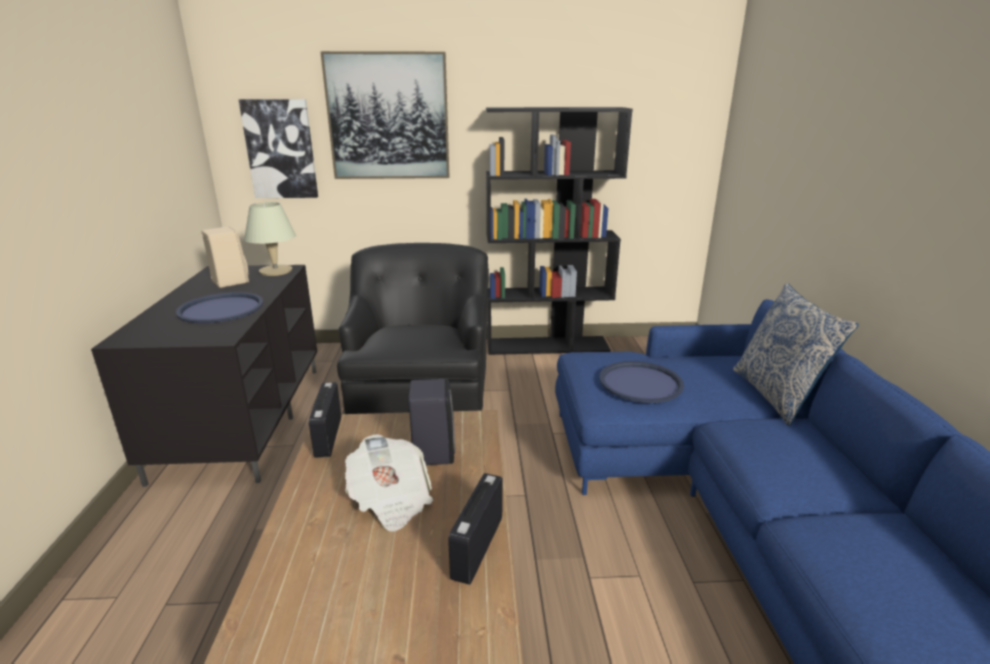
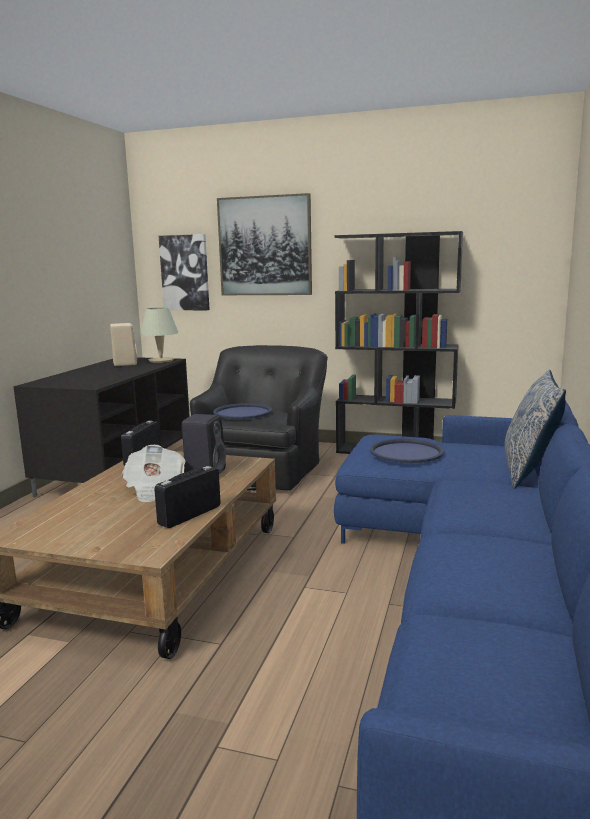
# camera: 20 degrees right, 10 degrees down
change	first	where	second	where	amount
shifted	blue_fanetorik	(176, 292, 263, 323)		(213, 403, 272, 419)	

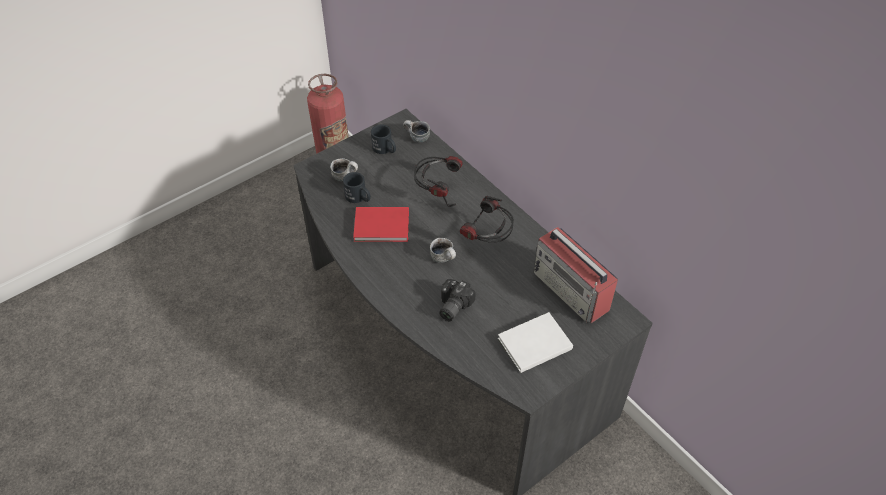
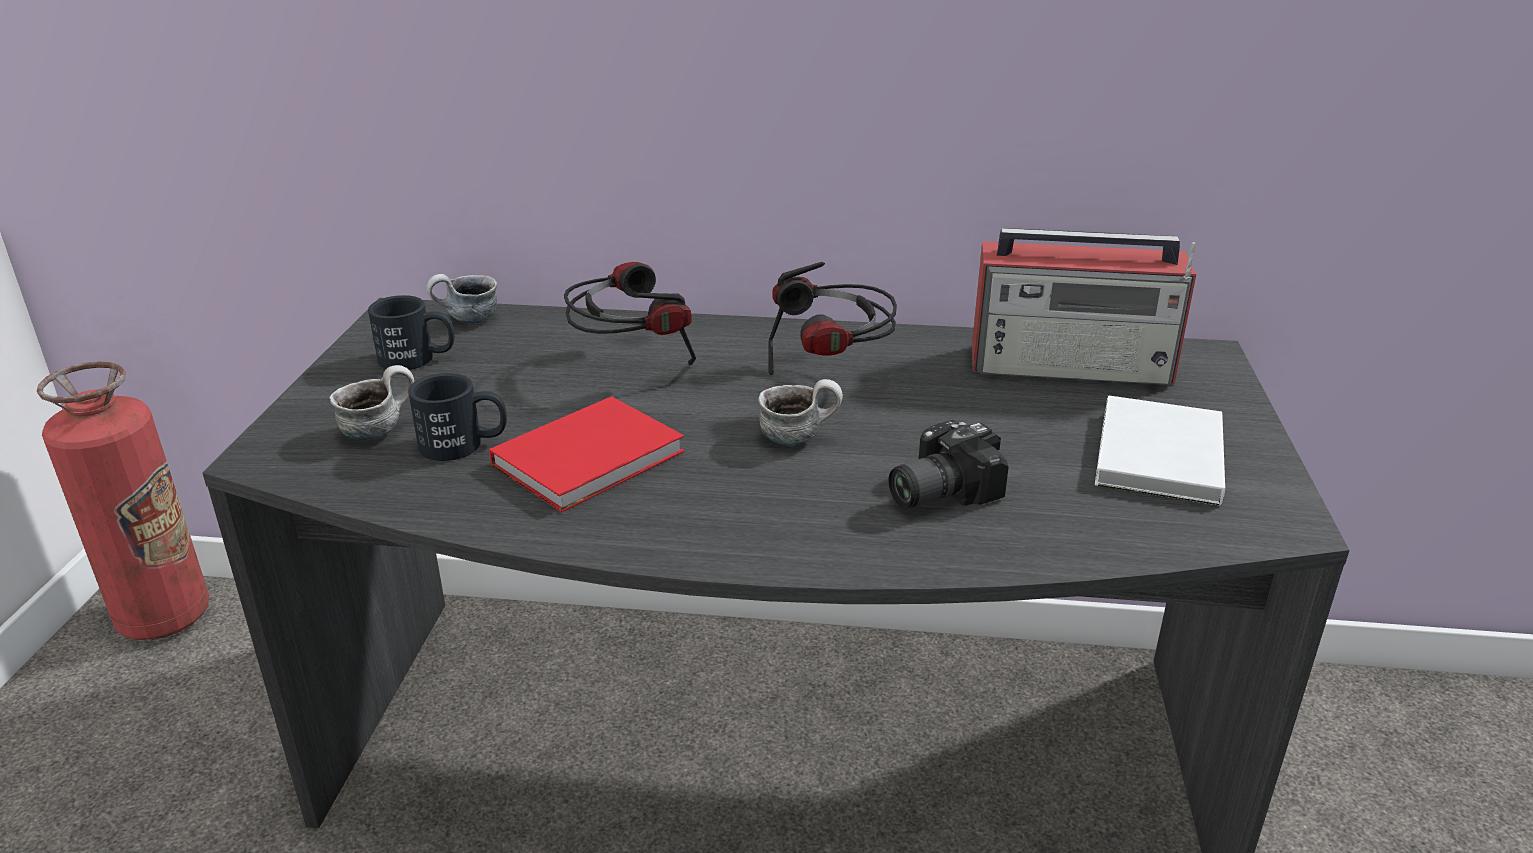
# camera: 45 degrees left, 20 degrees down
change	first	where	second	where	amount
rotated	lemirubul	(439, 279, 476, 321)		(888, 420, 1009, 508)	75 degrees clockwise

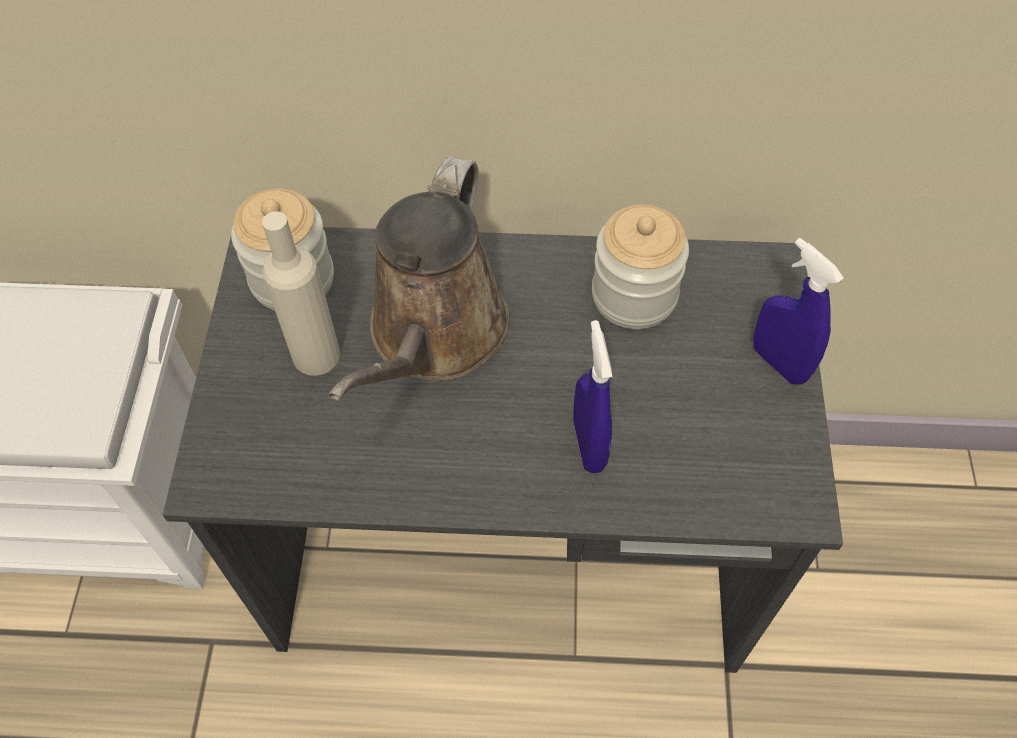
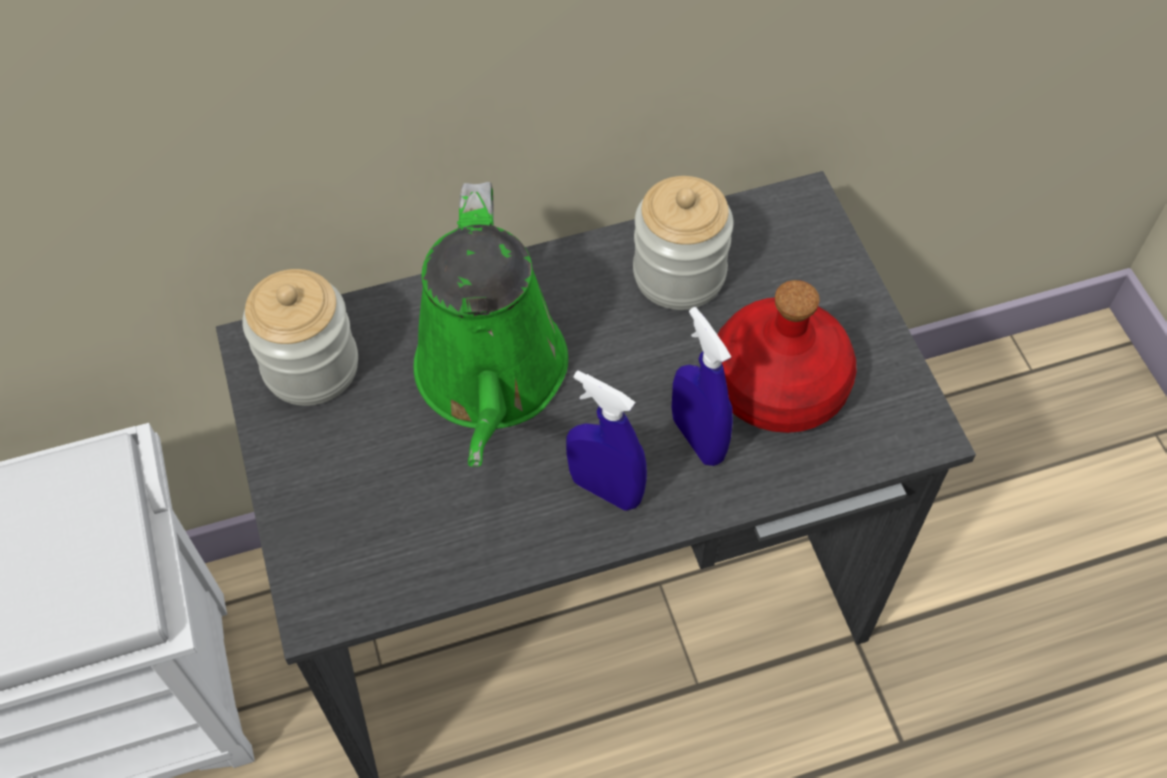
# camera: 20 degrees left, 0 degrees up
change	first	where	second	where	amount
repainted	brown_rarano	(328, 156, 510, 401)	green_rarano	(414, 182, 568, 467)	
shifted	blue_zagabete	(753, 238, 844, 384)		(566, 370, 647, 511)	
new			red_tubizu	(717, 280, 856, 433)	
gone	beige_tubizu	(262, 211, 340, 376)			

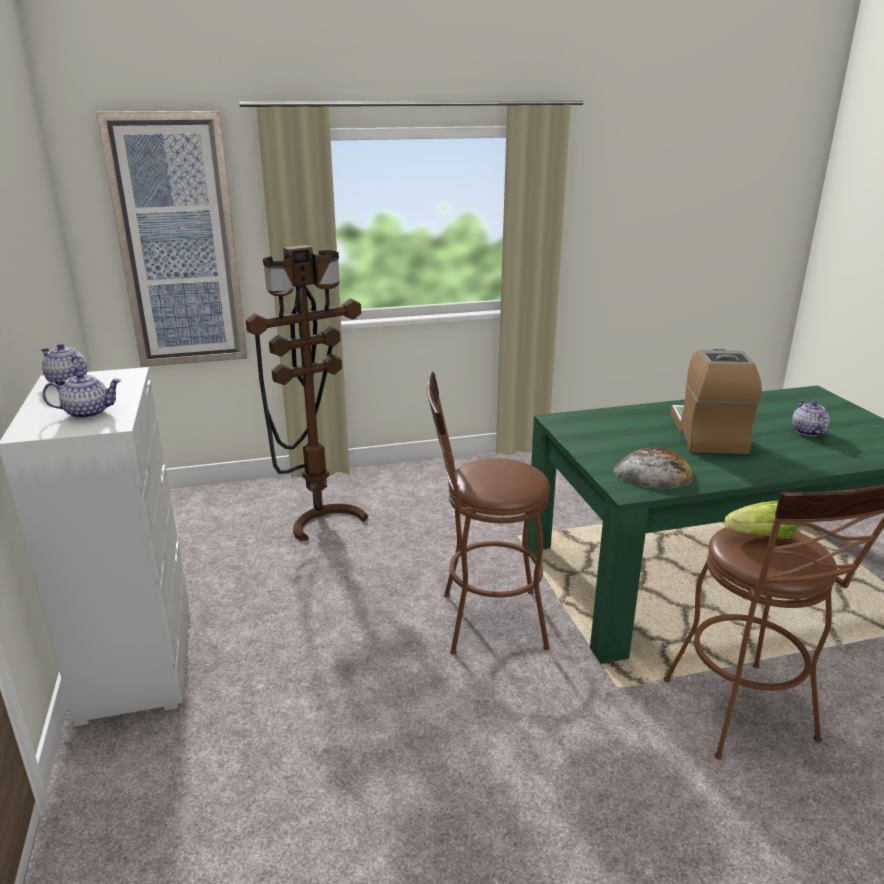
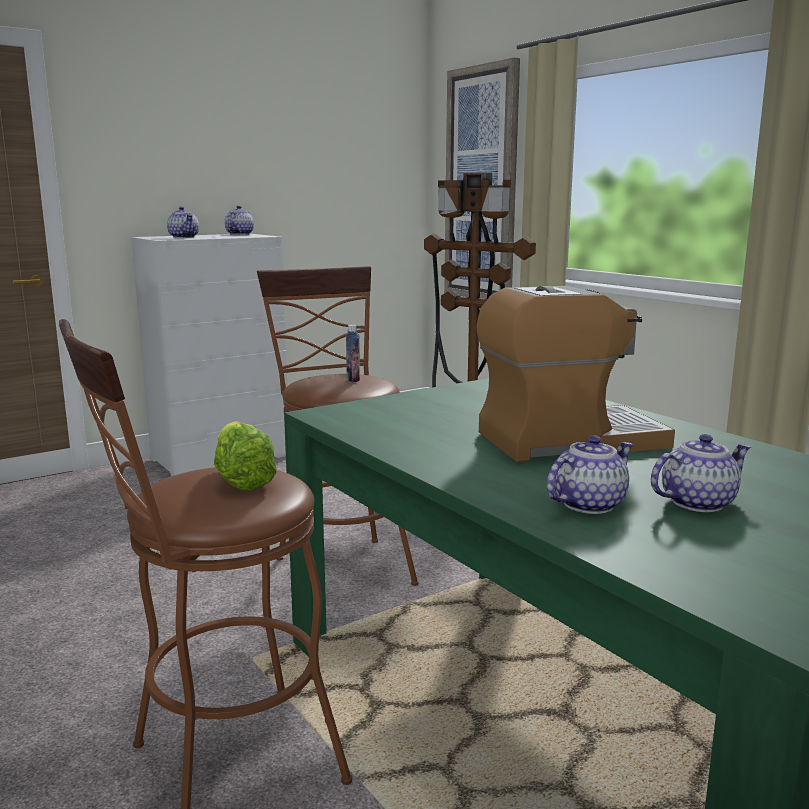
# camera: 70 degrees right, 10 degrees down
change	first	where	second	where	amount
new			tubizu	(346, 324, 360, 382)	
new			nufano	(547, 435, 633, 514)	
gone	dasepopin	(614, 447, 693, 489)			

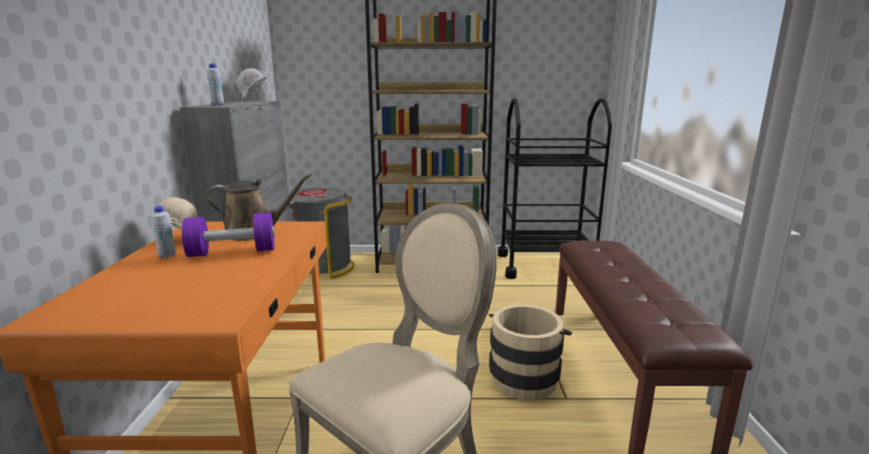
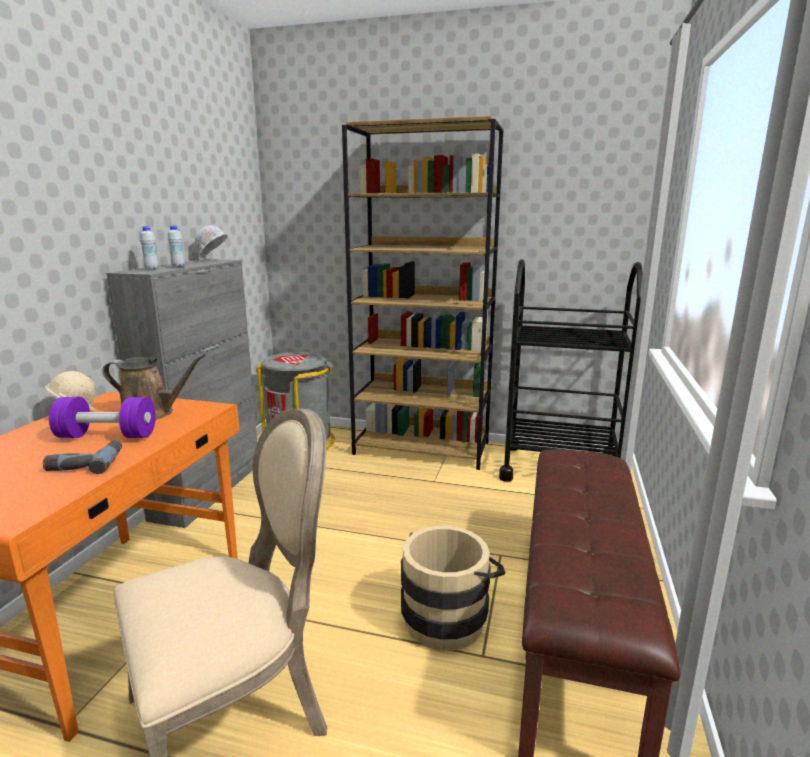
# camera: 15 degrees right, 0 degrees up
change	first	where	second	where	amount
new			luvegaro	(43, 440, 122, 474)	
shifted	white_tubizu	(151, 206, 176, 258)		(168, 225, 185, 267)	

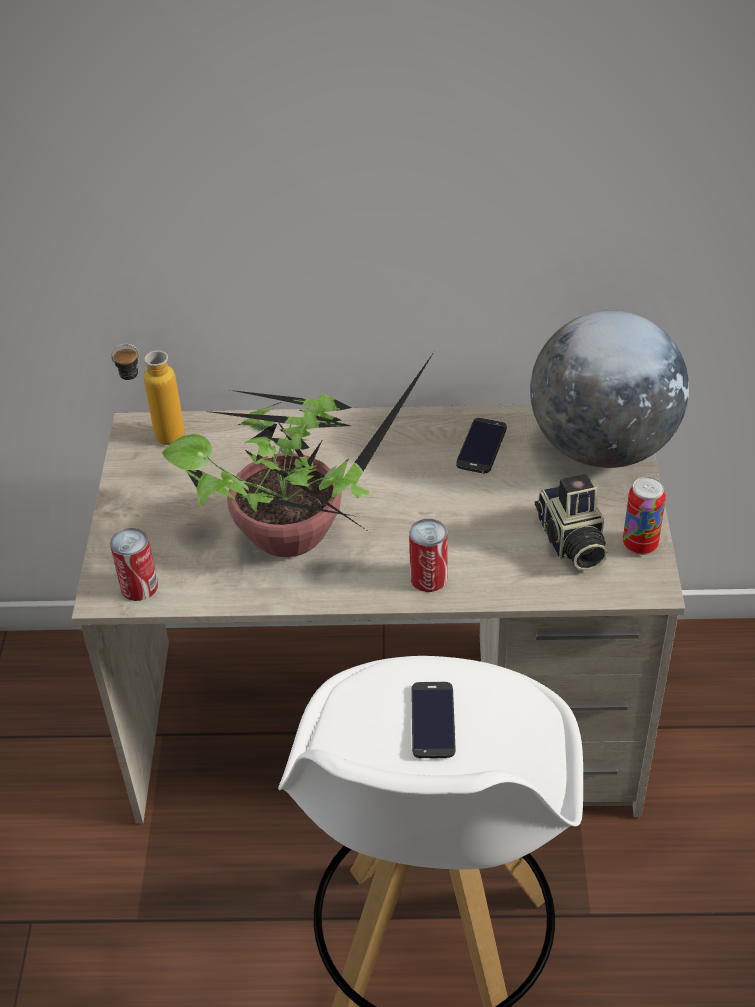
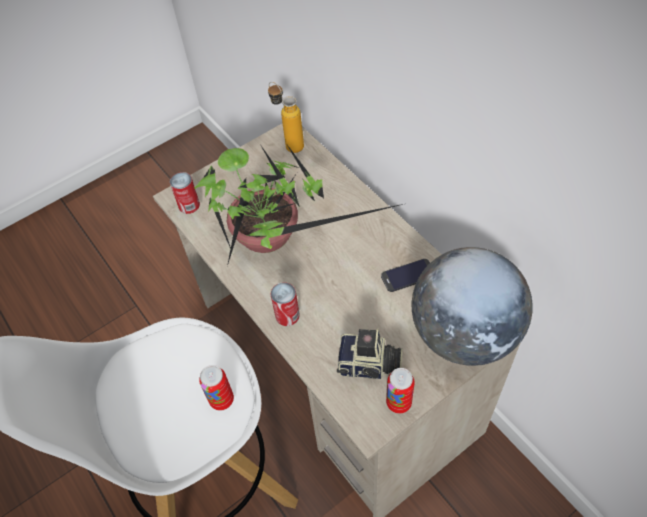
# camera: 55 degrees right, 10 degrees up
change	first	where	second	where	amount
new			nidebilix	(199, 365, 234, 411)	
rotated	lemirubul	(535, 474, 608, 571)		(337, 328, 403, 379)	120 degrees counterclockwise
gone	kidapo	(411, 682, 455, 758)			

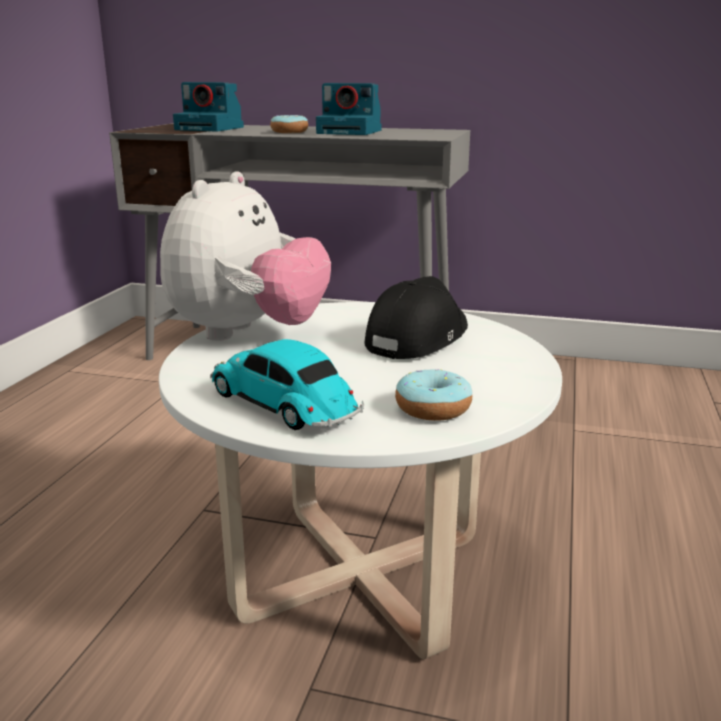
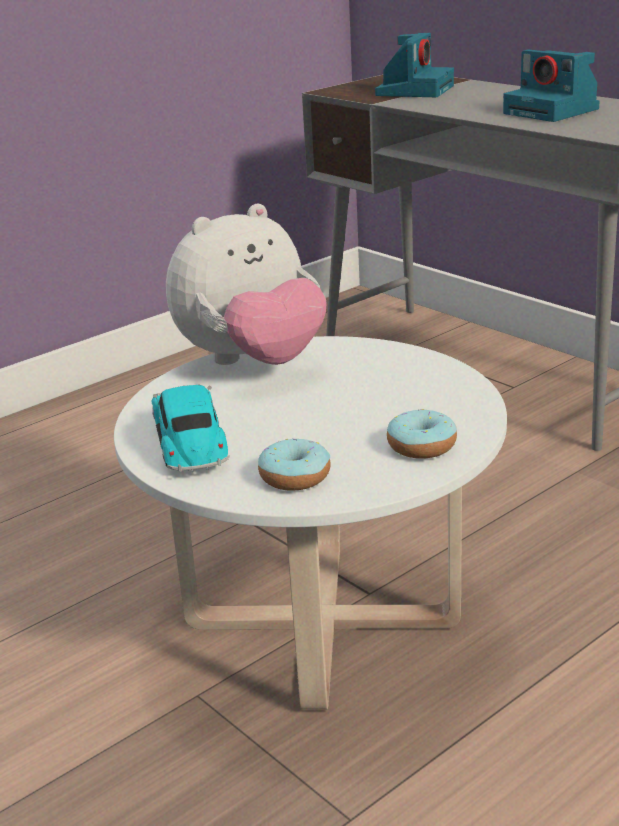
# camera: 35 degrees right, 5 degrees up
change	first	where	second	where	amount
rotated	lemirubul	(173, 82, 244, 131)		(375, 33, 454, 97)	120 degrees counterclockwise
shifted	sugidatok	(270, 115, 308, 133)		(387, 409, 457, 459)	
gone	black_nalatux	(364, 276, 468, 359)			

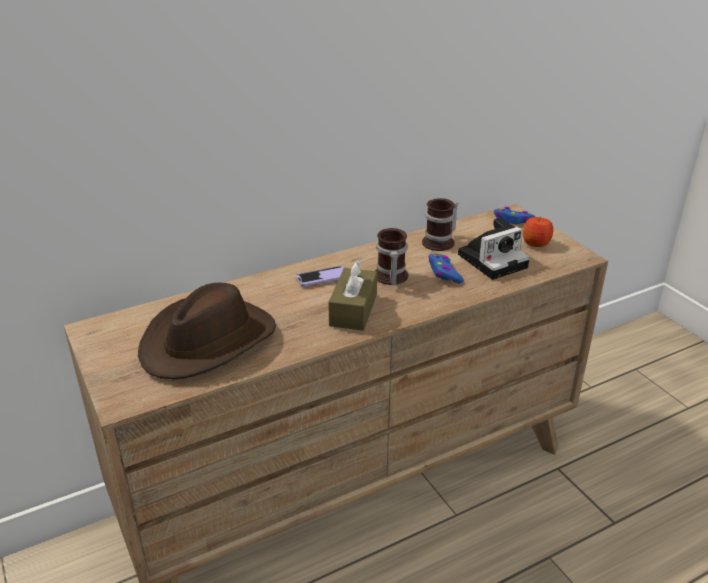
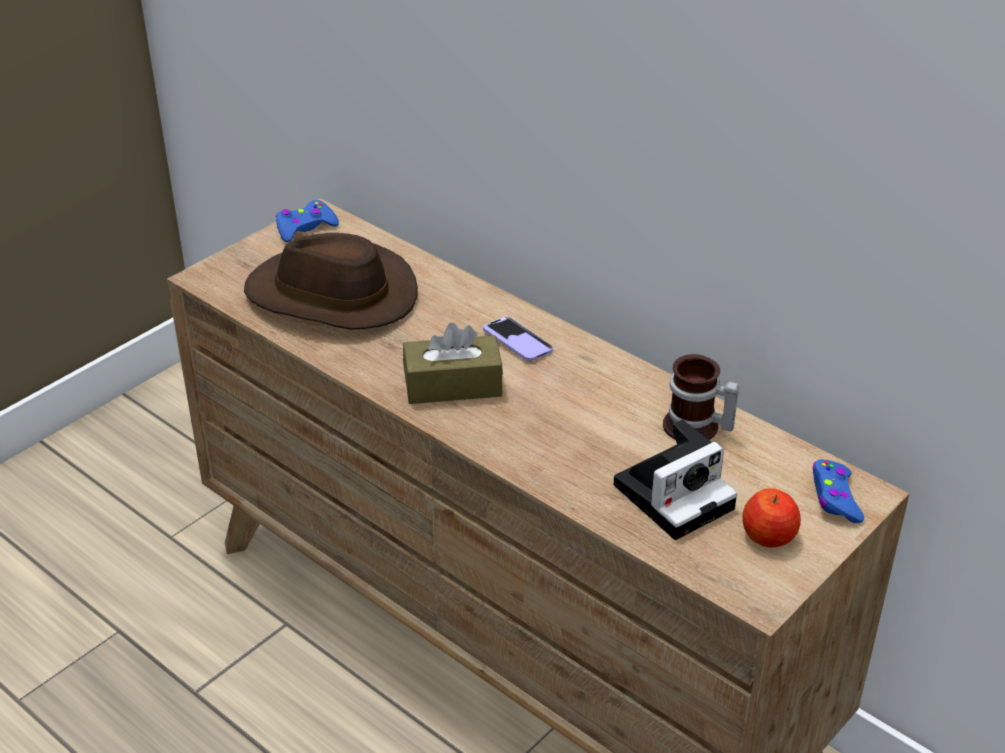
# camera: 70 degrees right, 5 degrees up
change	first	where	second	where	amount
shifted	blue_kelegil	(428, 253, 464, 283)		(276, 200, 339, 242)	
rotated	lemirubul	(458, 218, 530, 280)		(614, 419, 737, 540)	75 degrees counterclockwise
gone	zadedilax	(375, 228, 408, 285)			

